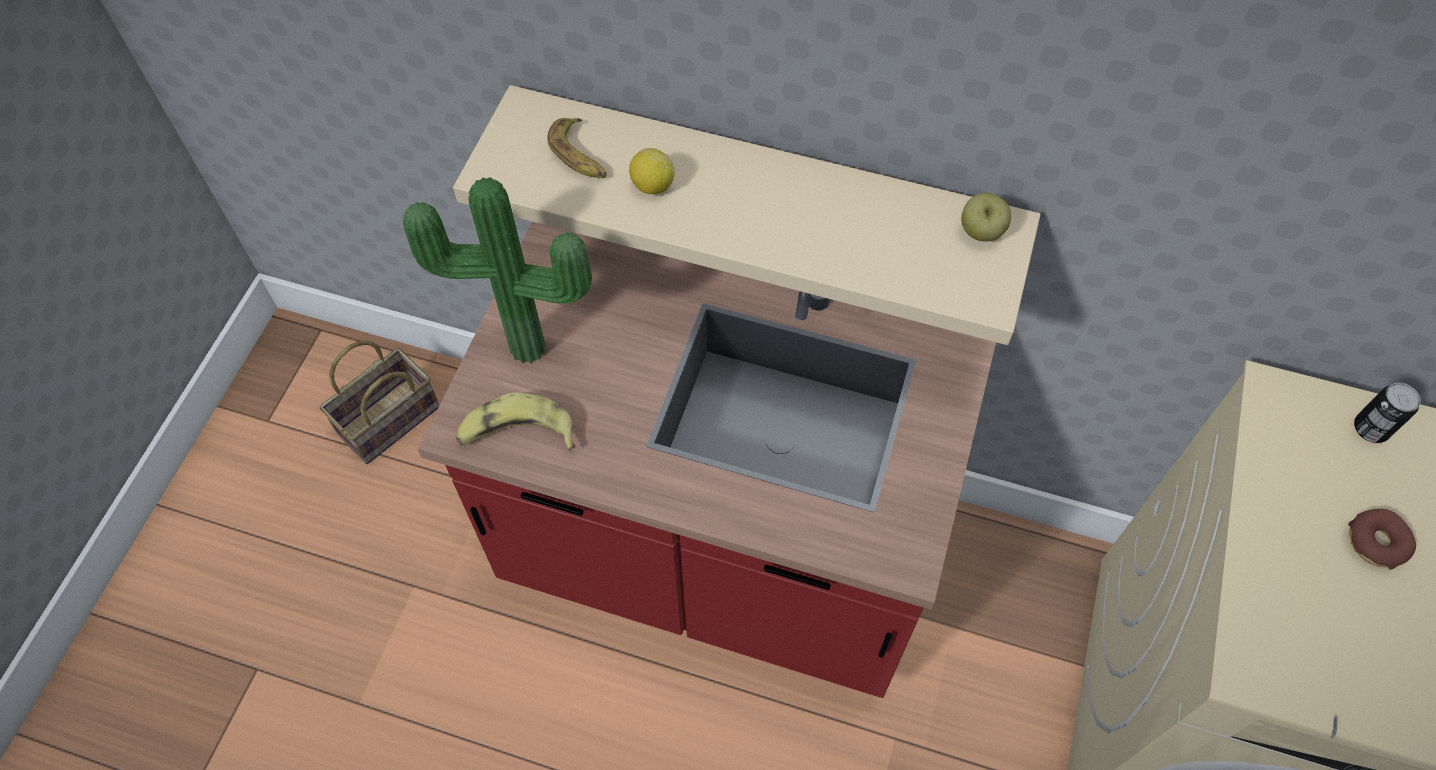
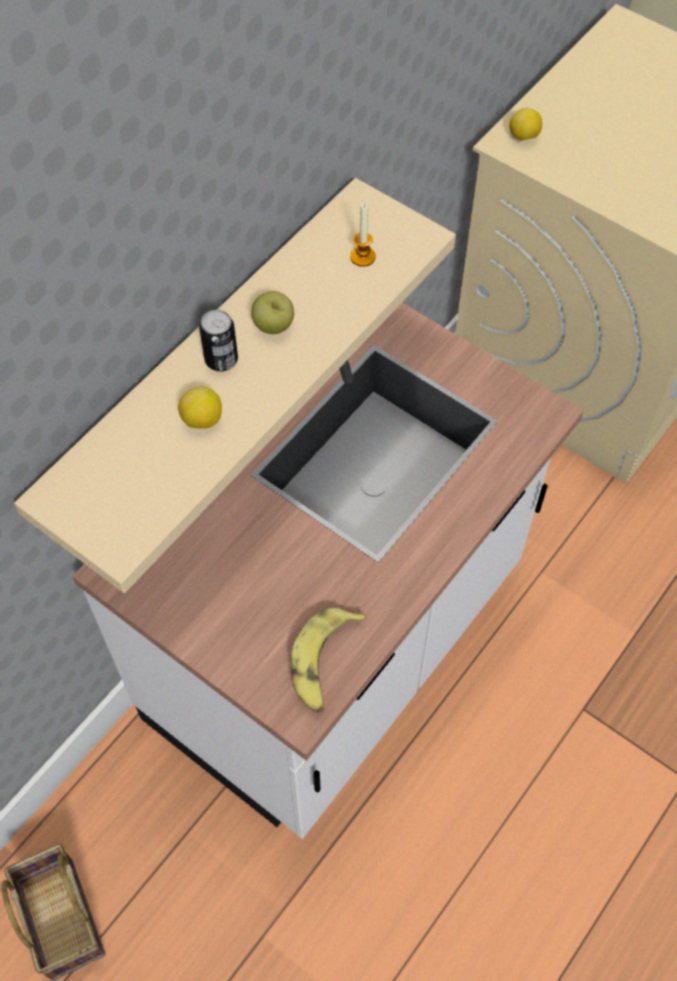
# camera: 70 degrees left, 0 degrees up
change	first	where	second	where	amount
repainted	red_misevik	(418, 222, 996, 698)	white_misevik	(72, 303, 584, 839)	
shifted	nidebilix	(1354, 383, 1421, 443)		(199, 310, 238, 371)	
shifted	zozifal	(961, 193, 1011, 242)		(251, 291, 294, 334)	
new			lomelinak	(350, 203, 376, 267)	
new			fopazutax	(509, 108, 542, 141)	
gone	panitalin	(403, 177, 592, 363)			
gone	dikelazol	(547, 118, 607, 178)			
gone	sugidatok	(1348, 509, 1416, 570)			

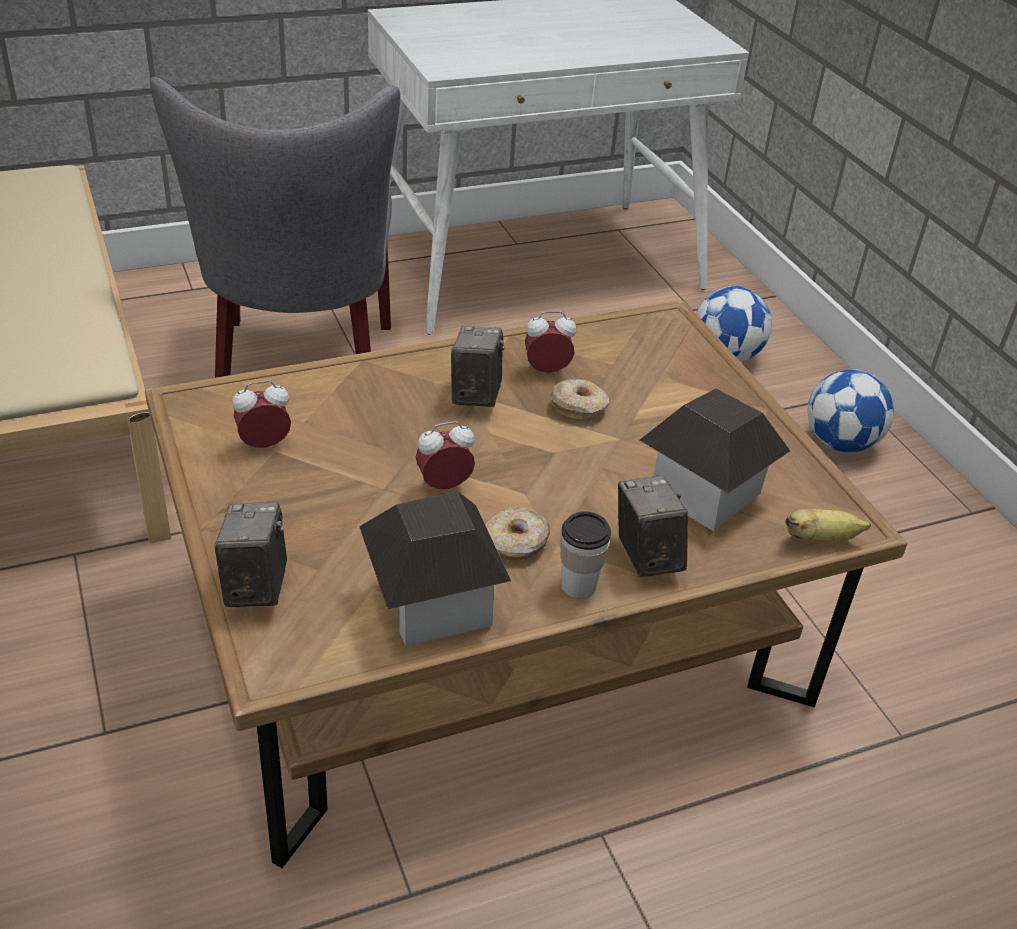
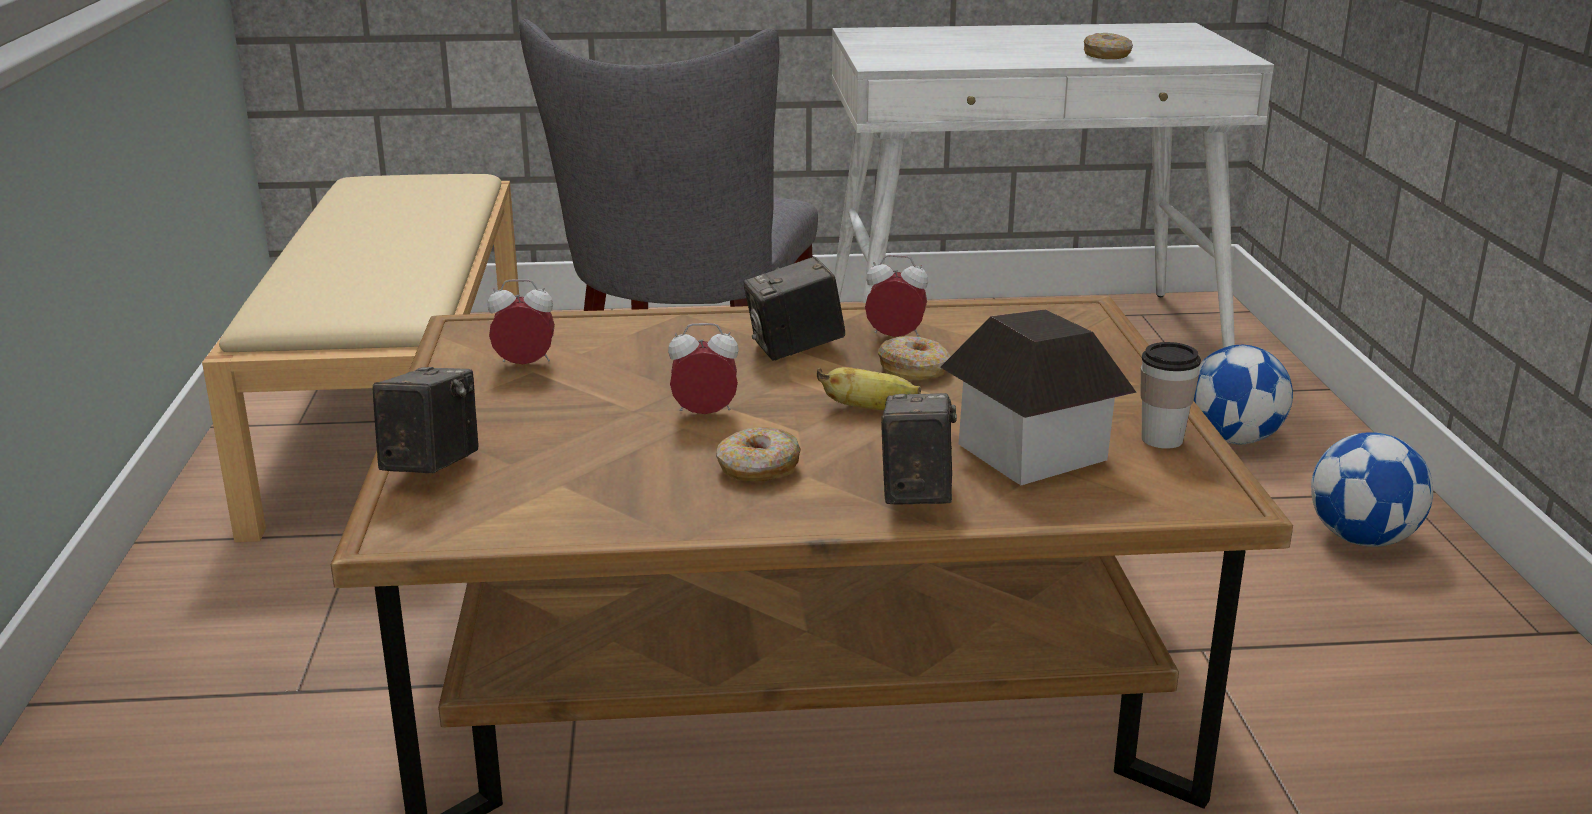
# camera: 20 degrees right, 15 degrees down
change	first	where	second	where	amount
rotated	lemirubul	(451, 326, 505, 407)		(743, 256, 845, 360)	135 degrees counterclockwise
shifted	dikelazol	(785, 509, 871, 541)		(817, 367, 921, 410)	
new			sugidatok	(1084, 33, 1133, 59)	
shifted	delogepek	(561, 511, 611, 599)		(1141, 342, 1201, 449)	
gone	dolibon	(359, 491, 511, 647)			

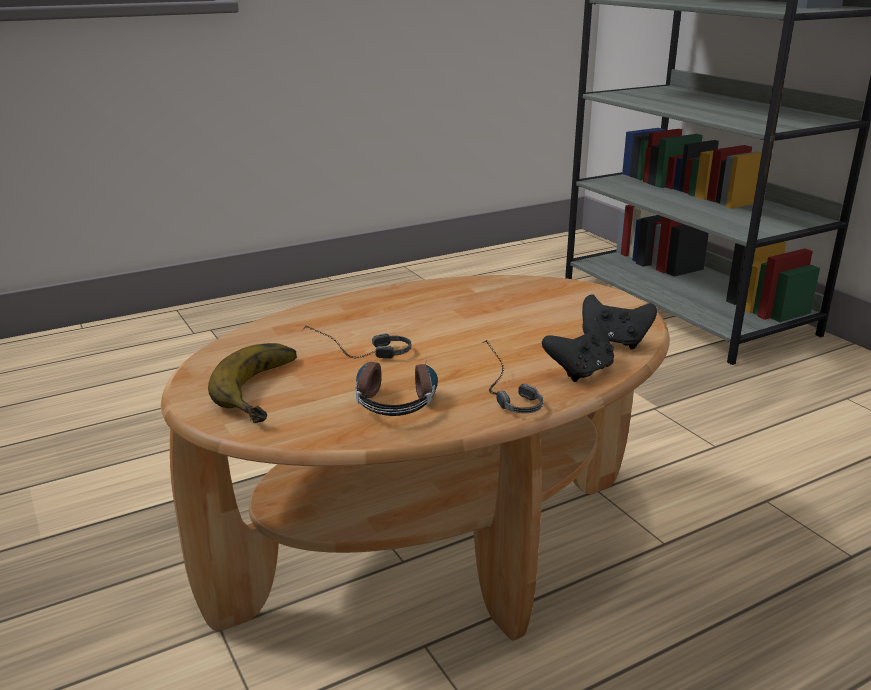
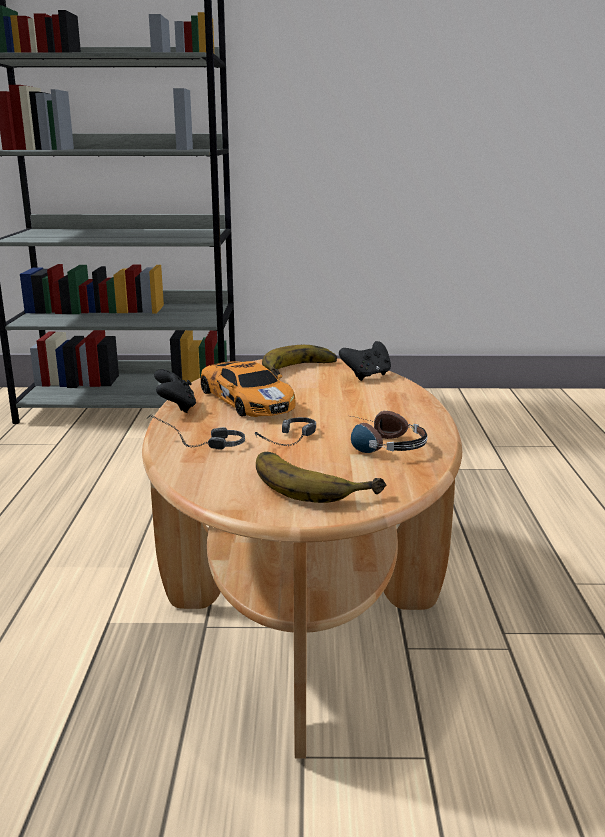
# camera: 60 degrees left, 5 degrees down
change	first	where	second	where	amount
shifted	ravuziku	(482, 340, 543, 413)		(146, 415, 245, 450)	
shifted	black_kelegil	(542, 318, 614, 382)		(154, 369, 196, 413)	
new			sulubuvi	(201, 361, 296, 417)	
new			dikelazol	(262, 345, 337, 379)	

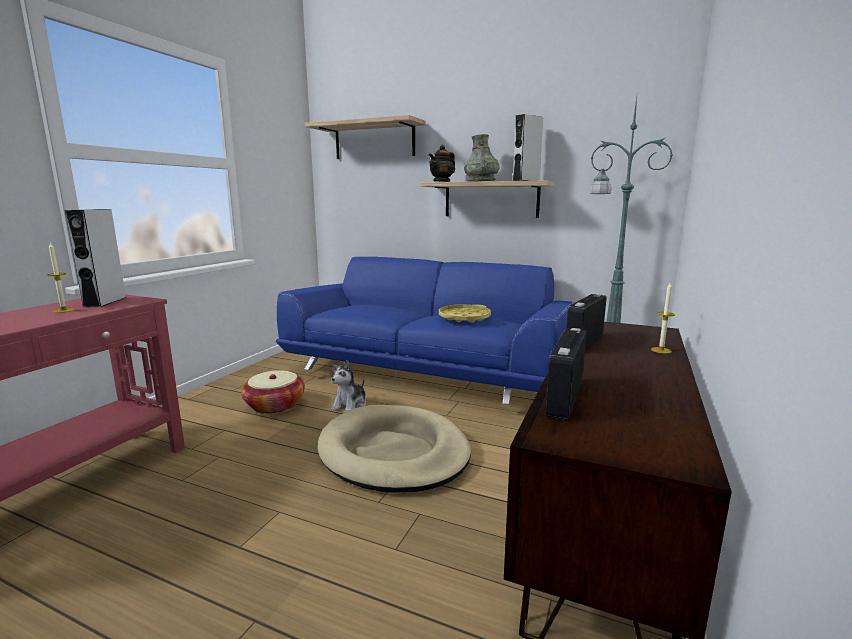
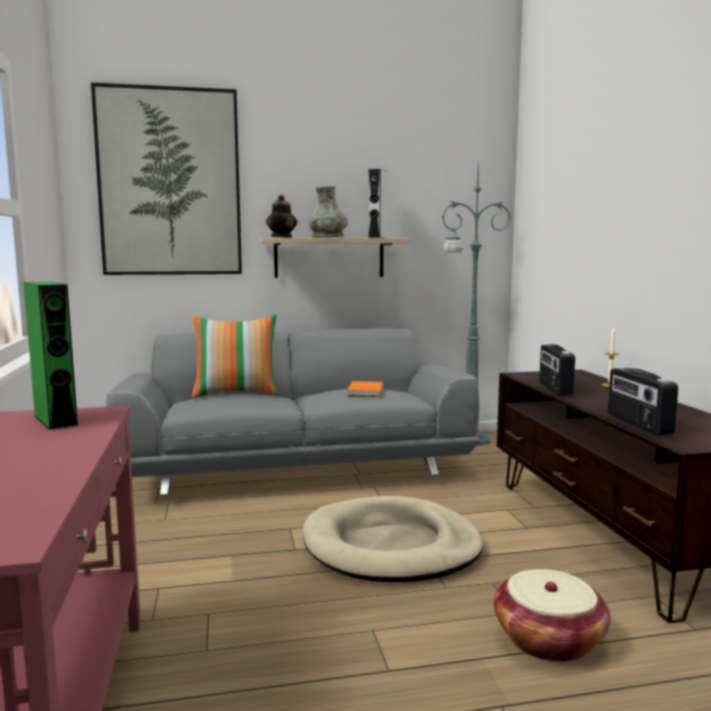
# camera: 35 degrees left, 5 degrees down
change	first	where	second	where	amount
repainted	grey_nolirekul	(65, 209, 127, 307)	green_nolirekul	(24, 282, 79, 430)	
swapped	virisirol	(305, 115, 426, 159)	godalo	(91, 83, 242, 275)	
repainted	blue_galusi	(276, 257, 574, 405)	grey_galusi	(106, 328, 480, 495)	
new			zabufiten	(192, 314, 279, 398)	
swapped	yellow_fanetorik	(439, 305, 491, 323)	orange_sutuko	(347, 381, 383, 396)	
shifted	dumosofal	(241, 370, 305, 414)		(494, 569, 610, 662)	
gone	lomelinak	(47, 243, 75, 313)			
gone	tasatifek	(331, 360, 366, 413)			

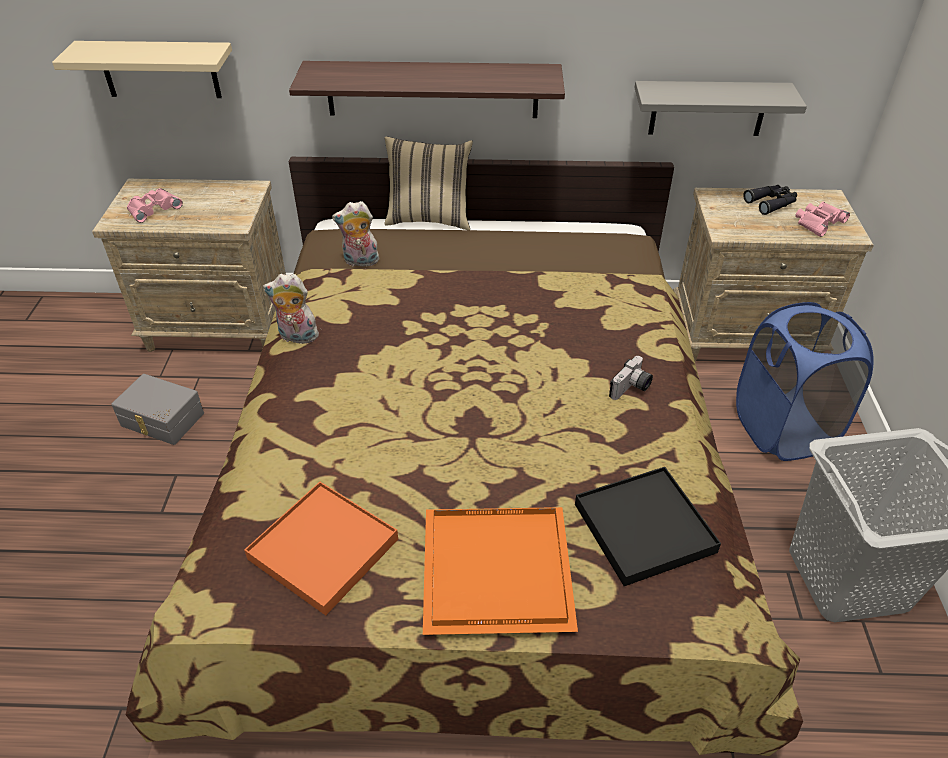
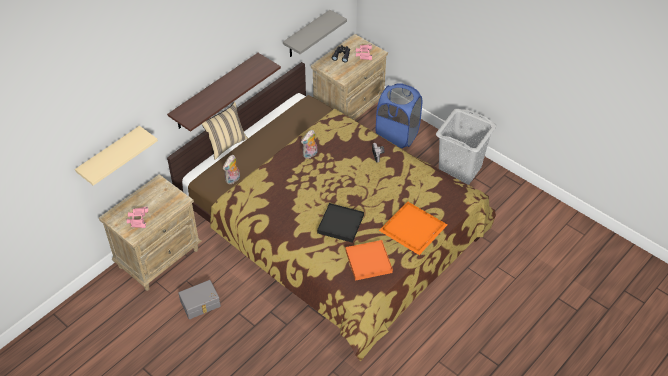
# camera: 50 degrees left, 5 degrees up
change	first	where	second	where	amount
shifted	tasatifek	(263, 274, 323, 344)		(301, 130, 318, 159)	
shifted	black_fanetorik	(575, 467, 721, 586)		(317, 203, 364, 243)	

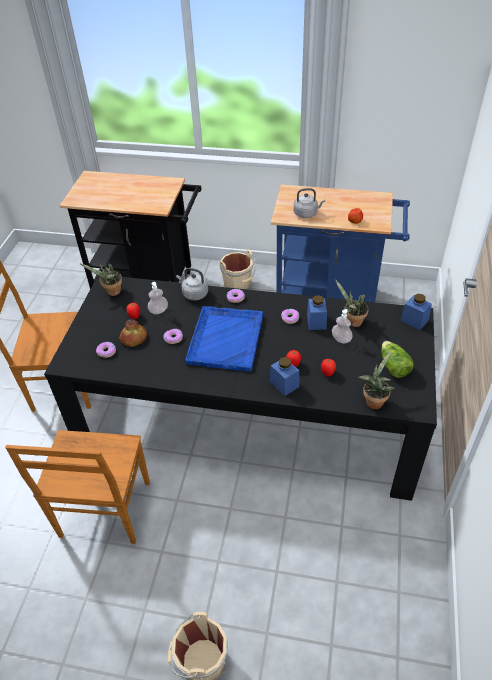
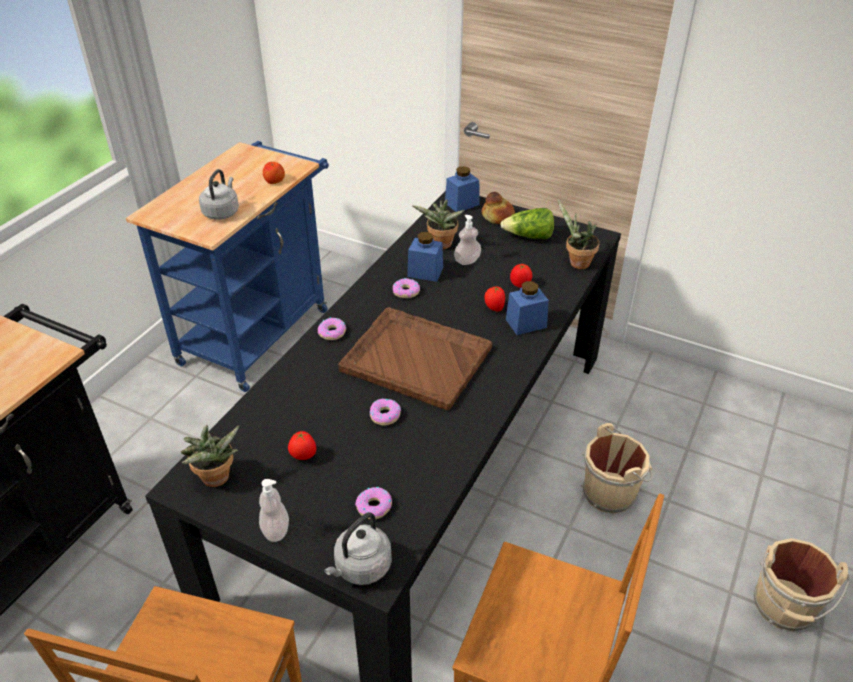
# camera: 75 degrees left, 5 degrees down
change	first	where	second	where	amount
shifted	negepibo	(148, 282, 168, 314)		(259, 479, 289, 542)	
shifted	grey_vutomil	(176, 268, 208, 300)		(324, 512, 392, 585)	
repainted	blue_fanetorik	(185, 306, 263, 372)	brown_fanetorik	(338, 307, 492, 410)	
shifted	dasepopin	(119, 320, 147, 347)		(482, 192, 515, 224)	
shifted	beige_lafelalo	(220, 249, 256, 290)		(581, 423, 653, 514)	

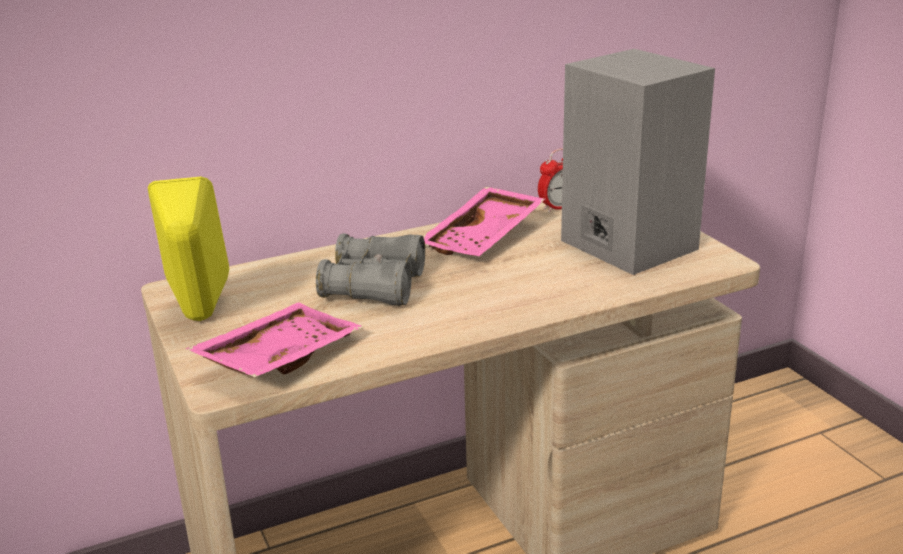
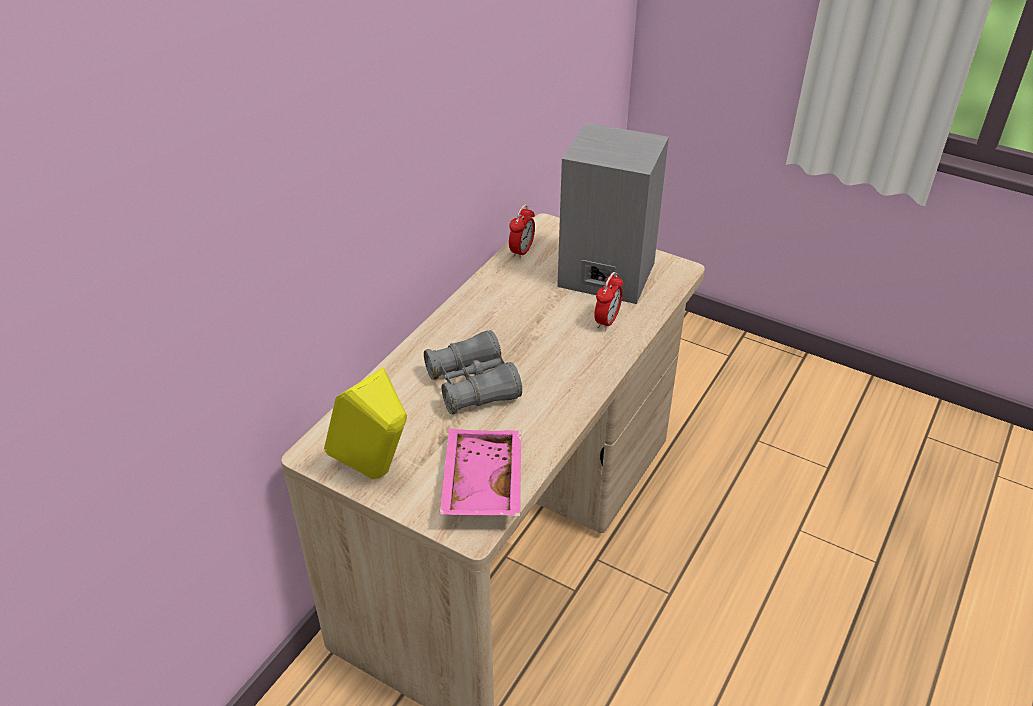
# camera: 35 degrees left, 15 degrees up
change	first	where	second	where	amount
new			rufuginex	(594, 272, 623, 331)	
gone	pink_fanetorik	(423, 187, 545, 256)			

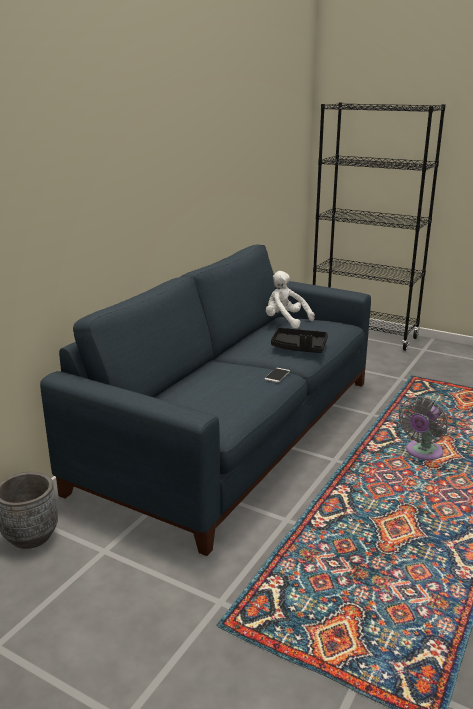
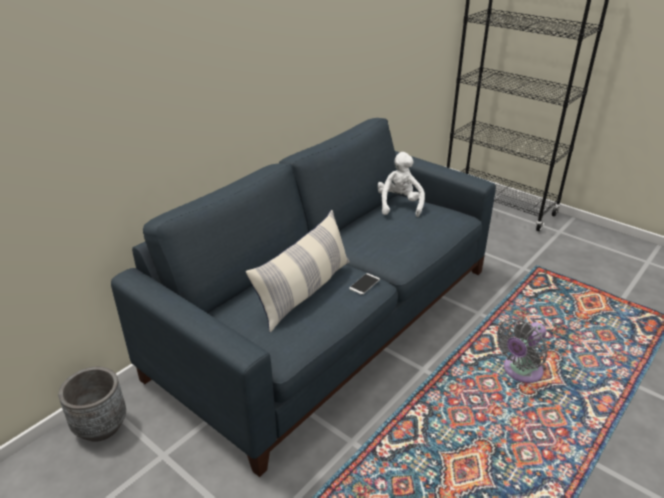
# camera: 10 degrees right, 10 degrees up
change	first	where	second	where	amount
new			zabufiten	(245, 210, 350, 332)	
rotated	white_tasatifek	(266, 271, 315, 328)		(378, 152, 425, 217)	45 degrees clockwise
gone	black_fanetorik	(271, 328, 328, 353)			

